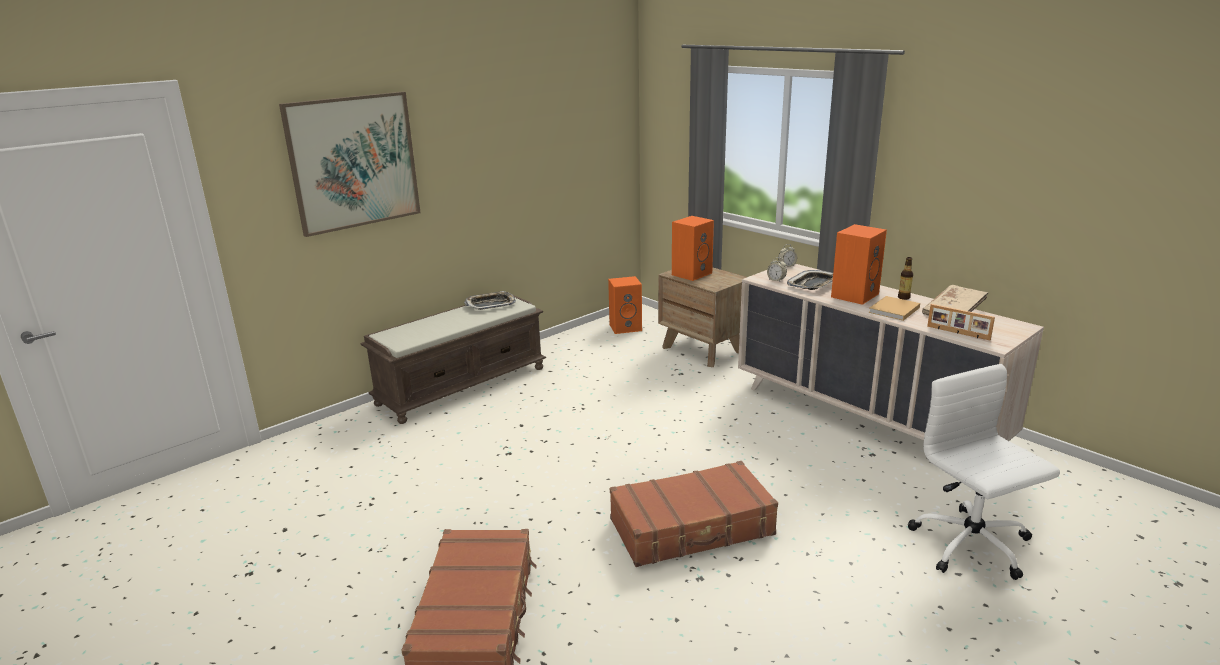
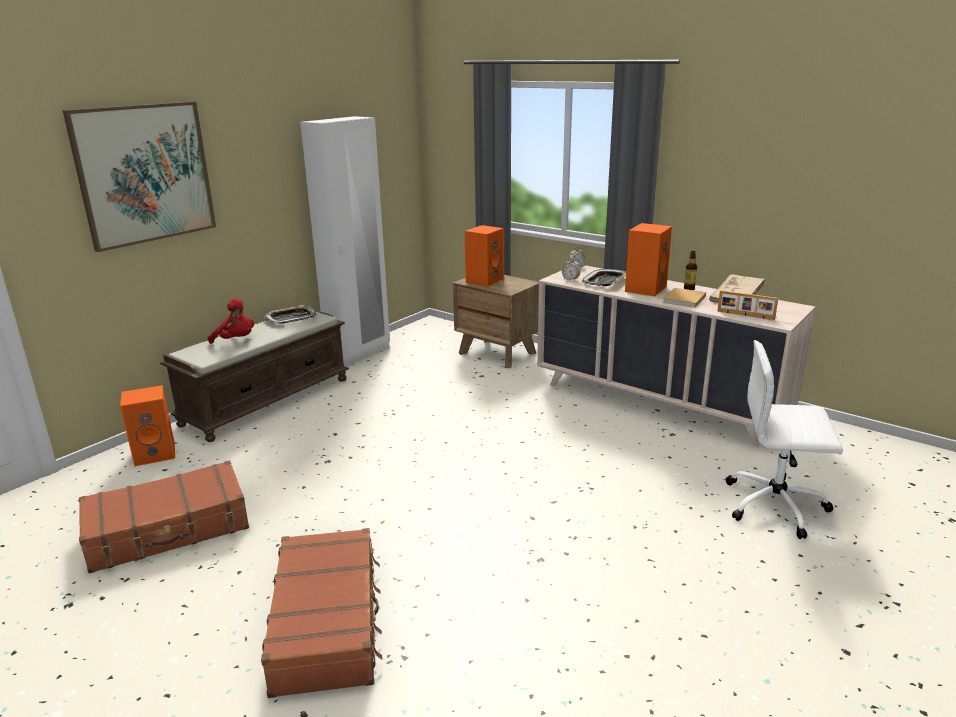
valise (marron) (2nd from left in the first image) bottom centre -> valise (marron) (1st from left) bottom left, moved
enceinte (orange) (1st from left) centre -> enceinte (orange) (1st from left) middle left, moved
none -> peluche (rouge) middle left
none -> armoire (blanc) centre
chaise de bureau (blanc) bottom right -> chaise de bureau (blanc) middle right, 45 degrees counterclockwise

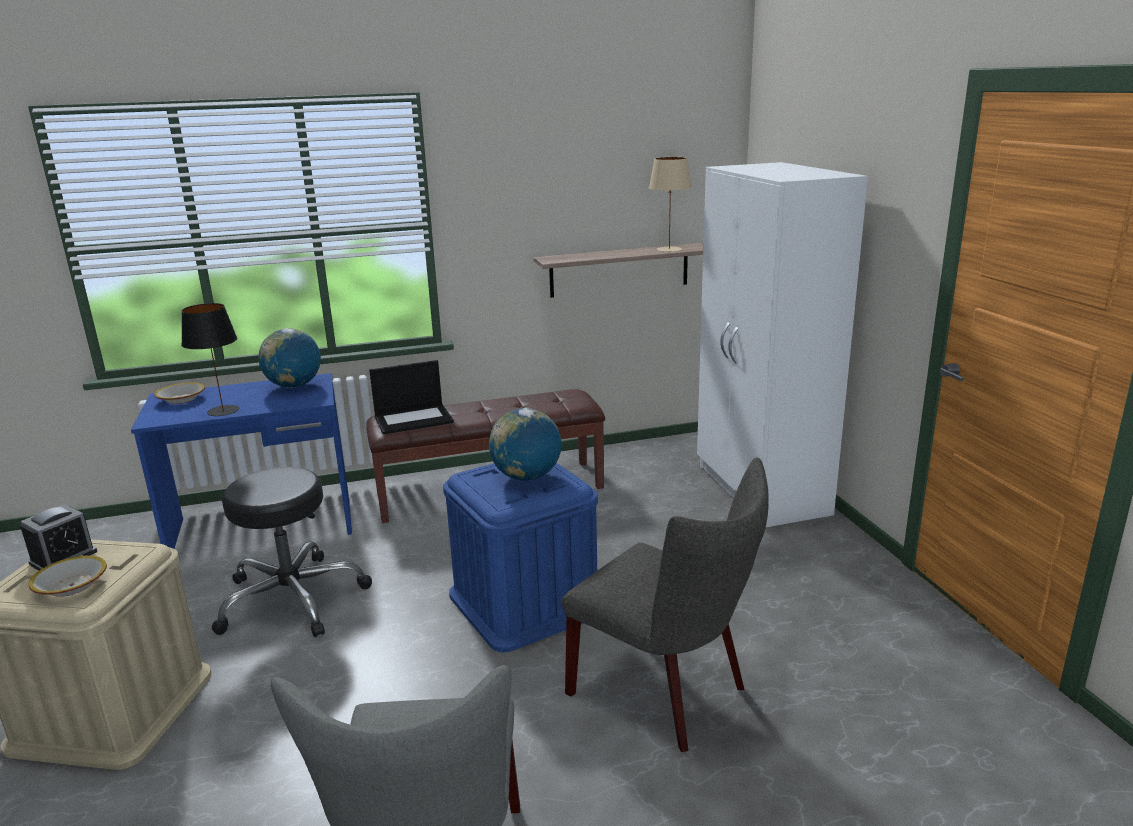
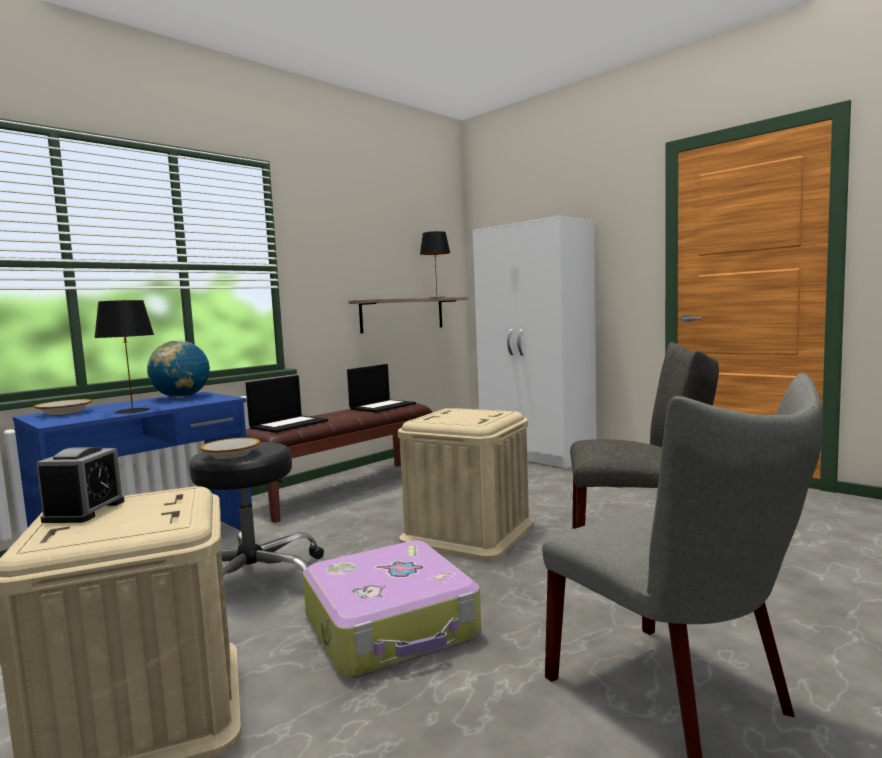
bol (1st from left in the first image) bottom left -> bol (2nd from left) middle left, moved
none -> valise bottom centre
none -> ordinateur portable (2nd from left) centre
boîte de rangement (bleu) bottom centre -> boîte de rangement (beige) (2nd from left) centre
lampe de table (beige) top centre -> lampe de table (noir) (2nd from left) centre
globe (2nd from left) centre -> none

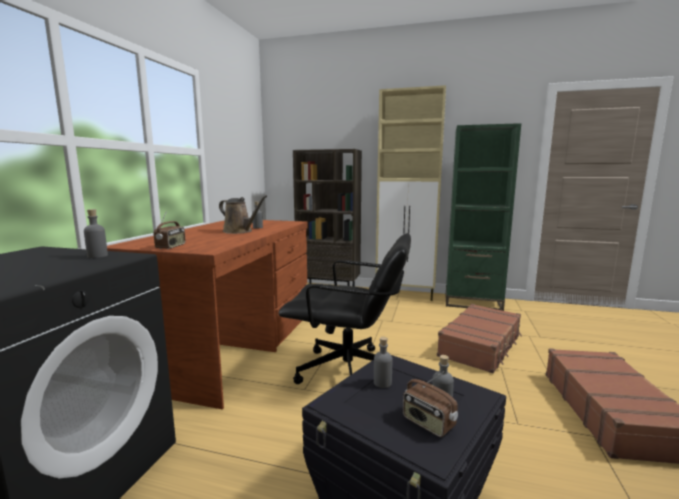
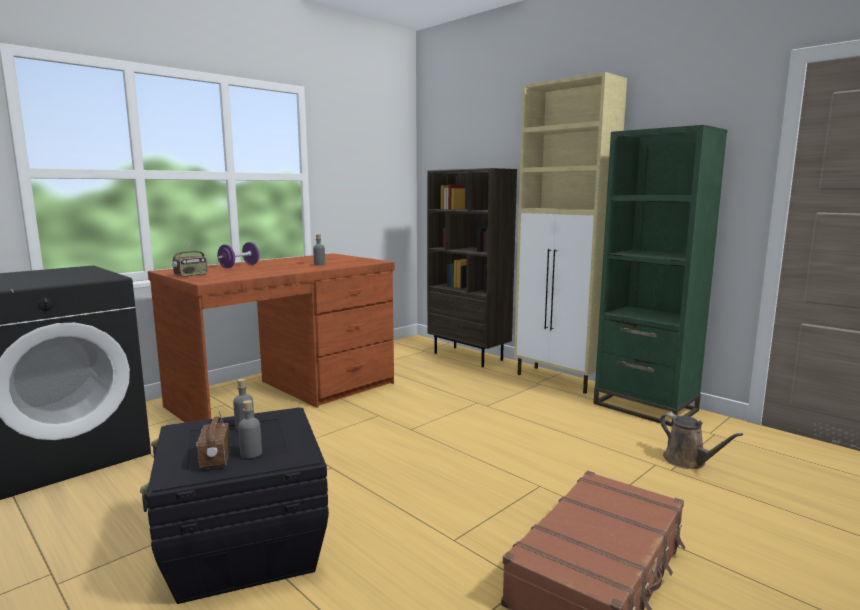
none -> haltère (violet) middle left
arrosoir (marron) centre -> arrosoir (marron) bottom right, moved
bouteille (gris) (1st from left) middle left -> none
chaise de bureau (noir) centre -> none
valise (marron) (1st from left) bottom right -> none

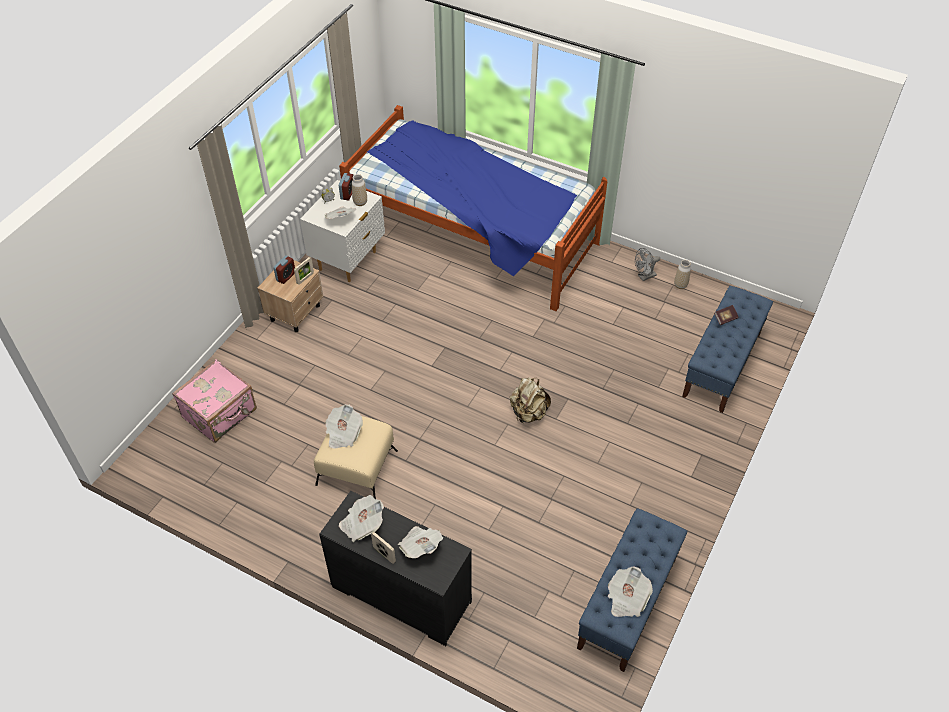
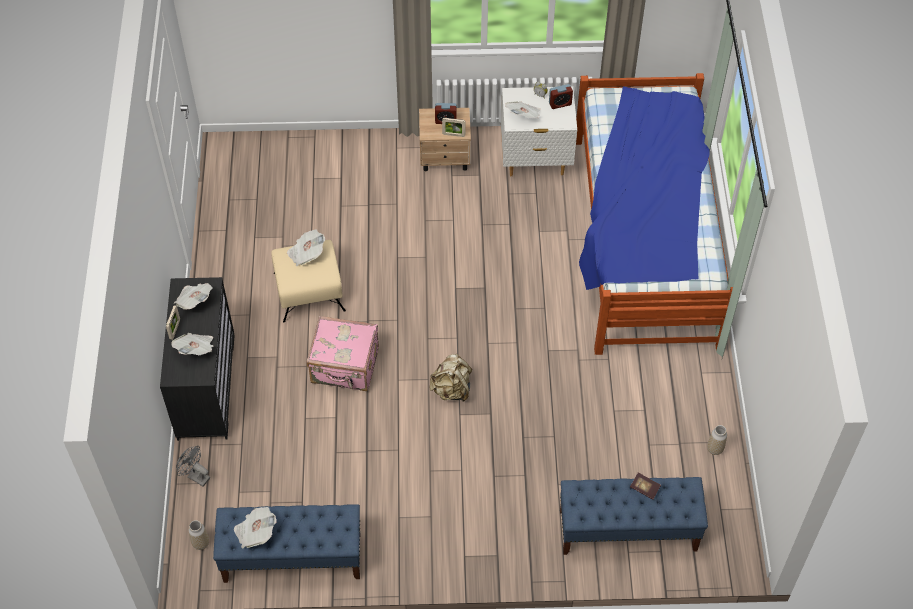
ventilateur (gris) middle right -> ventilateur (gris) bottom left, moved
vase (1st from left) top centre -> vase (1st from left) bottom left, moved
valise (rose) middle left -> valise (rose) centre, moved

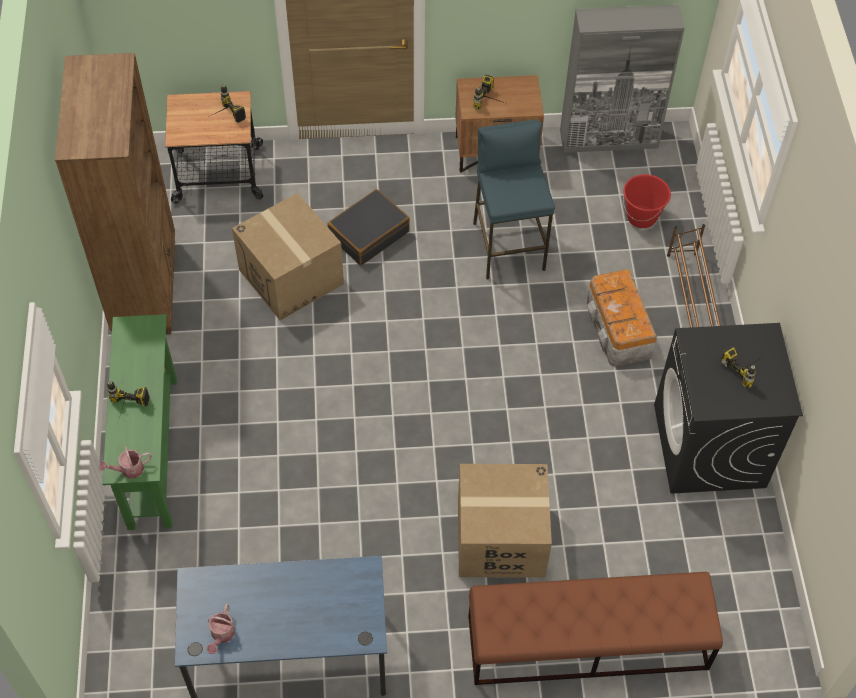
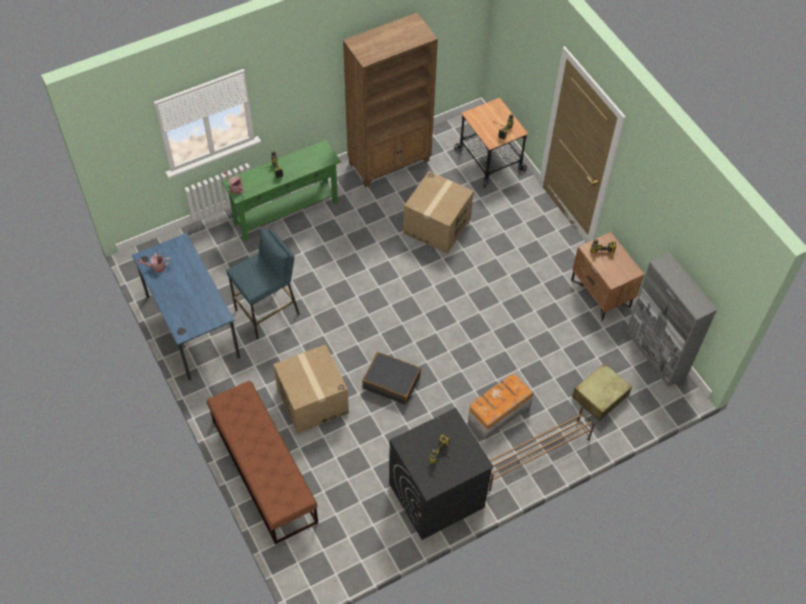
tabouret (bleu) top centre -> tabouret (bleu) middle left, moved
valise (noir) top centre -> valise (noir) centre, moved
seau (rouge) top right -> valise (beige) middle right

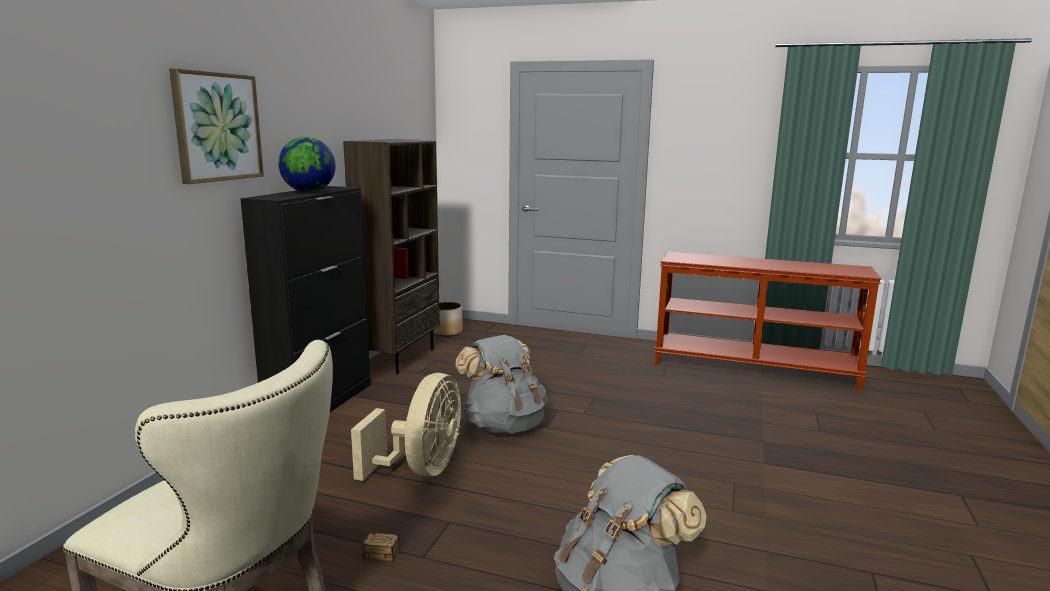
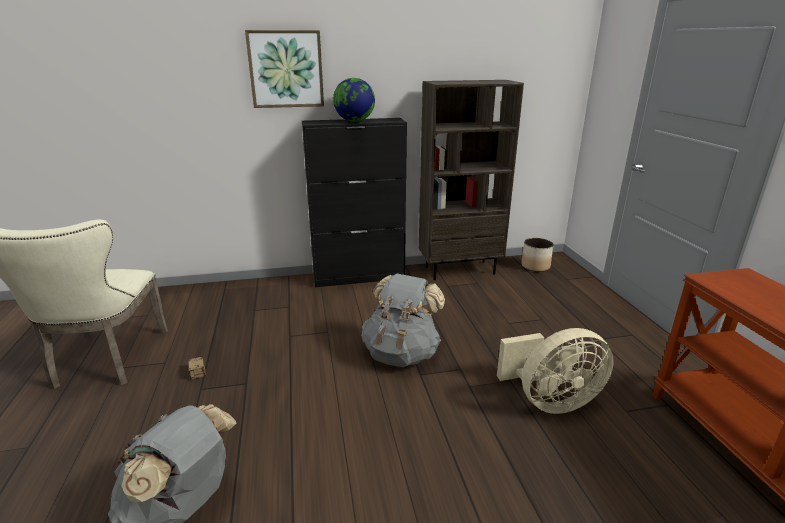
ventilateur (beige) bottom centre -> ventilateur (beige) bottom right, moved

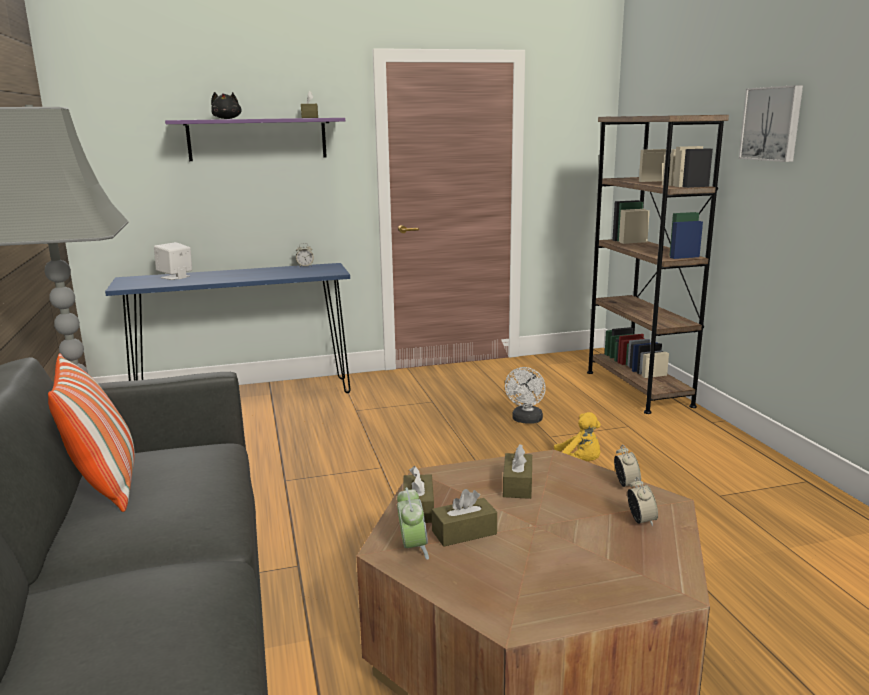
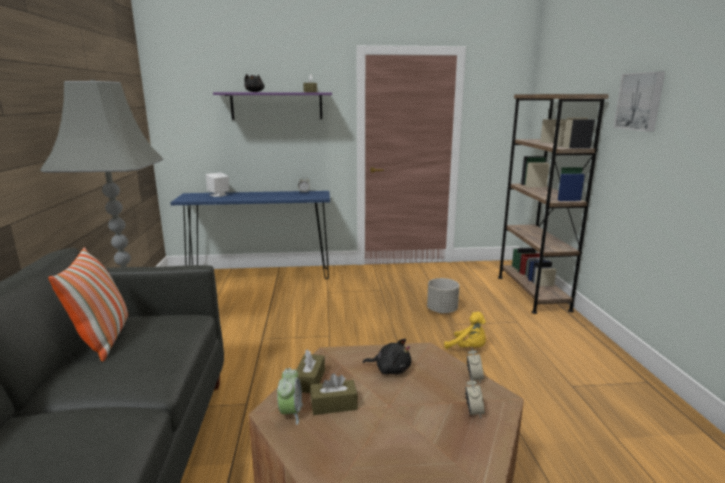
boîte à mouchoirs (marron) (4th from left) bottom centre -> peluche (noir) (2nd from left) bottom centre
ventilateur (blanc) centre -> cache-pot (gris) centre

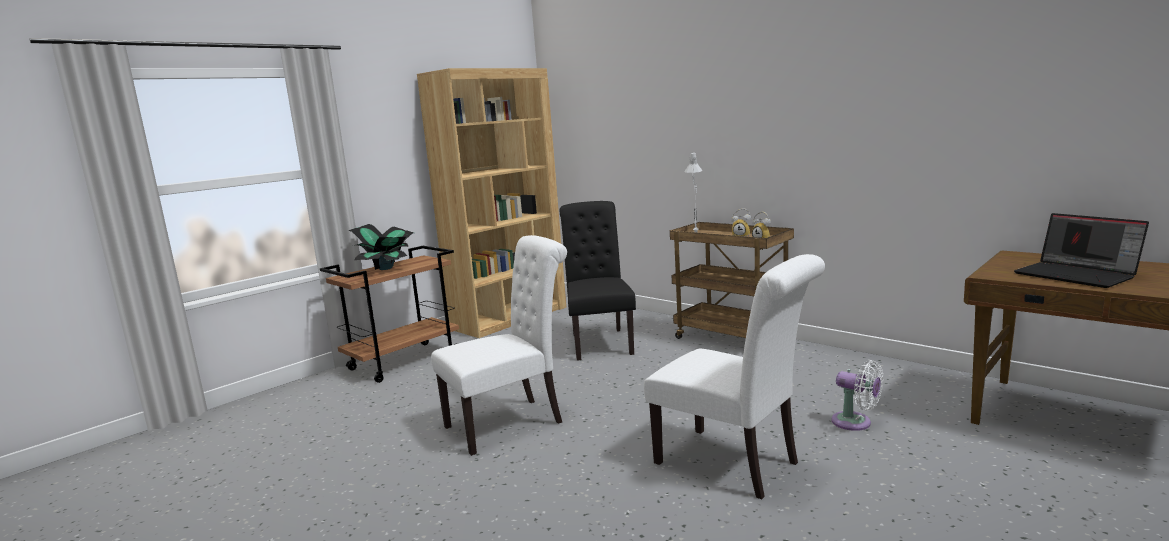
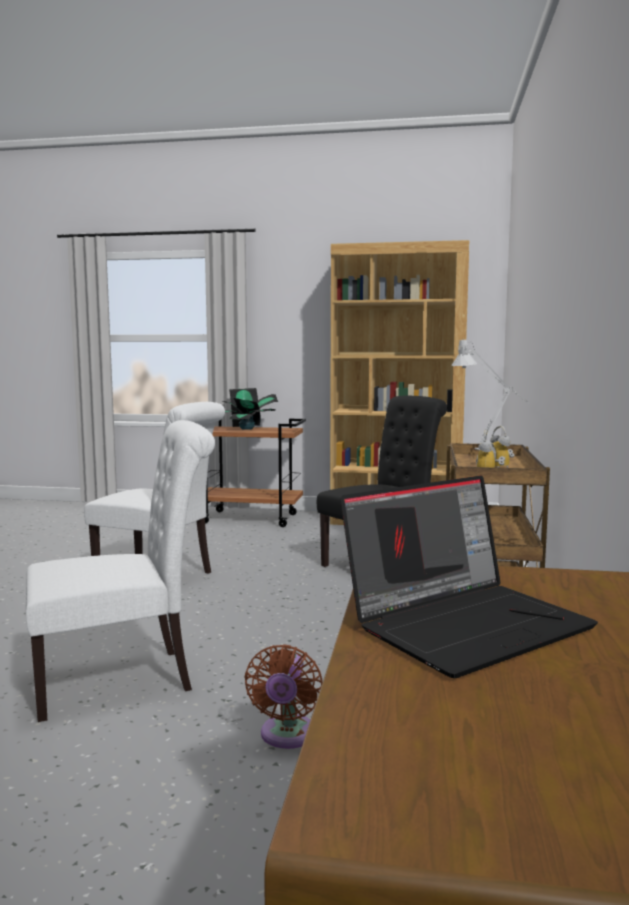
chaise (blanc) (2nd from left in the first image) bottom centre -> chaise (blanc) (1st from left) middle left, 120 degrees counterclockwise
ventilateur (blanc) bottom right -> ventilateur (marron) bottom centre
ordinateur portable middle right, 150 degrees counterclockwise

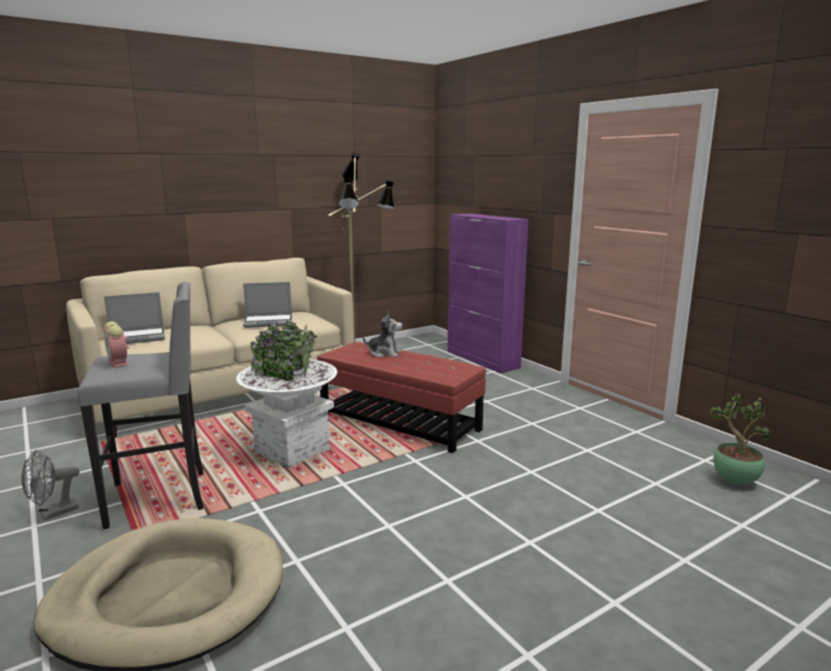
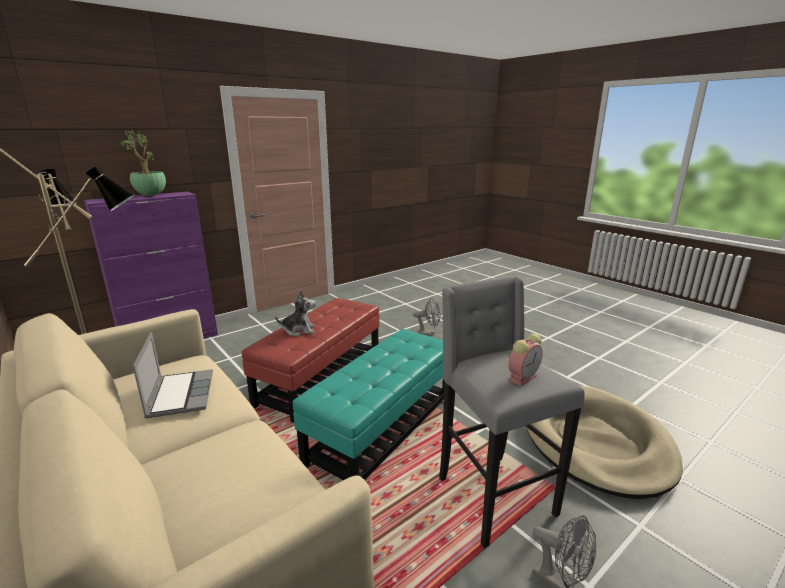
plante en pot middle right -> plante en pot top left, moved
peluche centre, 75 degrees clockwise
cache-pot (blanc) centre -> pouf (turquoise) bottom centre
none -> ventilateur (gris) (1st from left) centre
ordinateur portable (1st from left) middle left -> none

